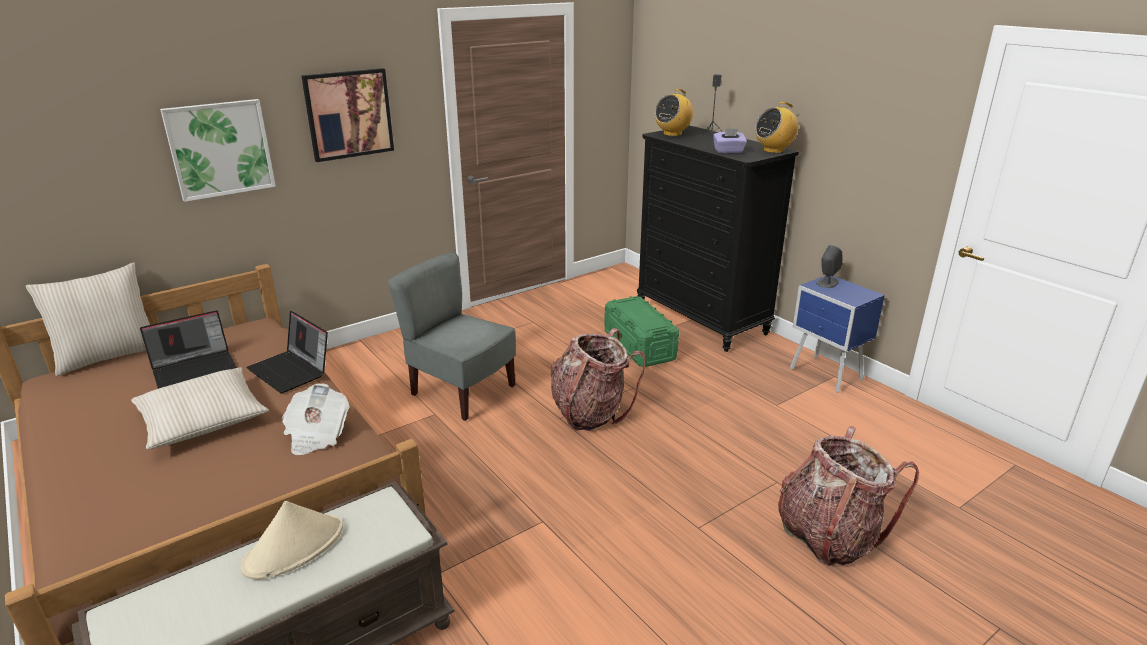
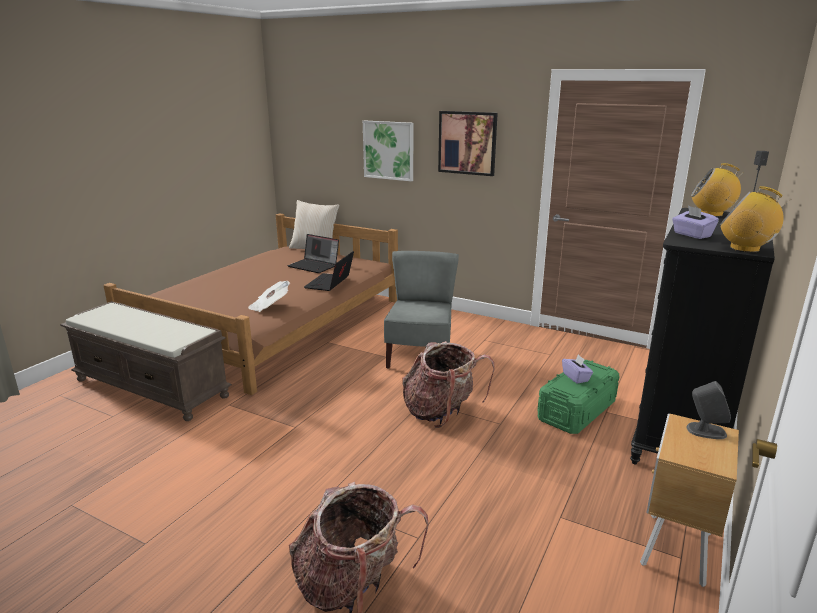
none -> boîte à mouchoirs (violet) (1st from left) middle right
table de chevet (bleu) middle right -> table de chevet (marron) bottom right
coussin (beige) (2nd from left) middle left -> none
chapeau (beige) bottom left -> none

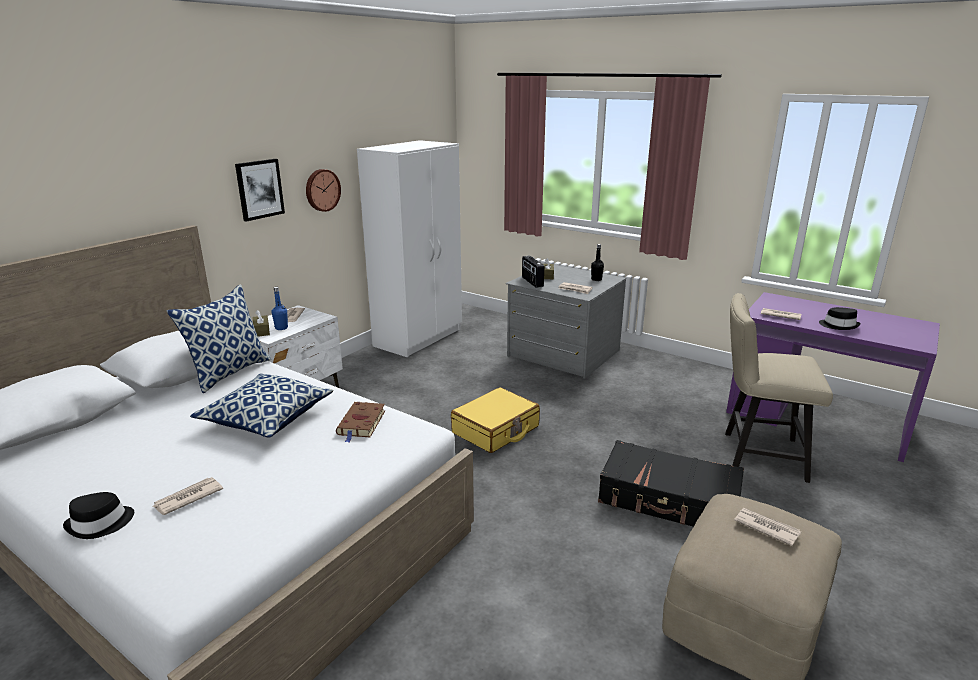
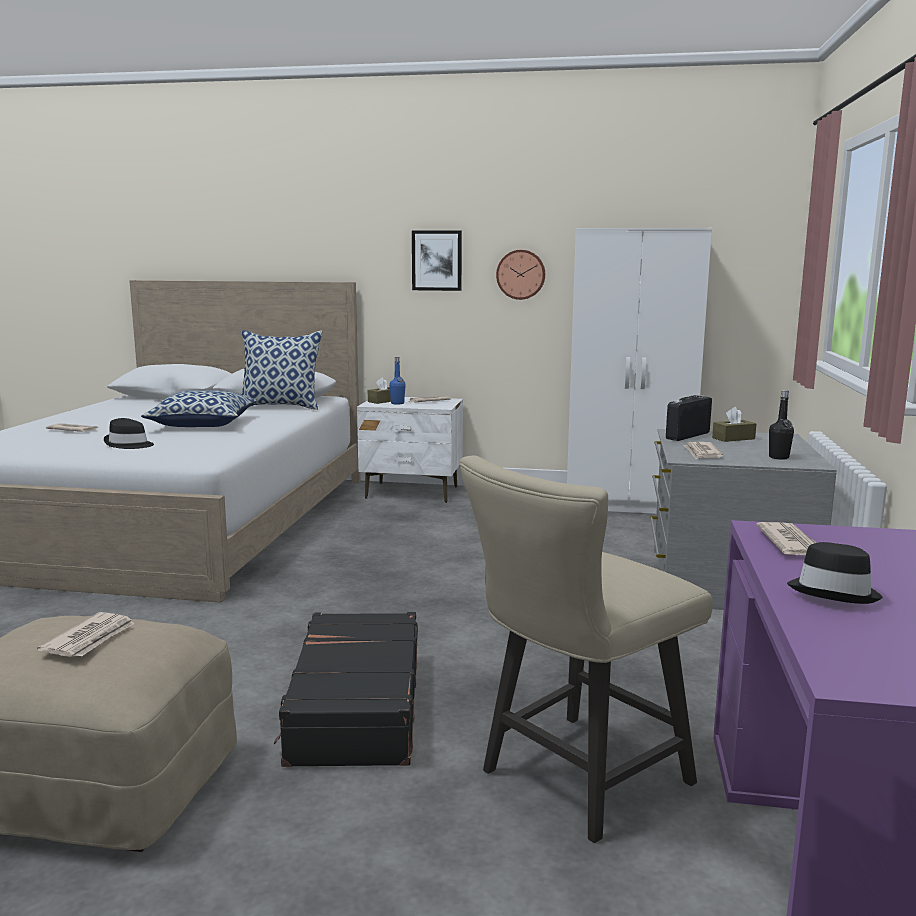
chapeau (noir) (1st from left) bottom left -> chapeau (noir) (1st from left) middle left, moved
chaise (beige) middle right -> chaise (beige) bottom centre, 120 degrees counterclockwise
livre (marron) centre -> none
valise (jaune) centre -> none

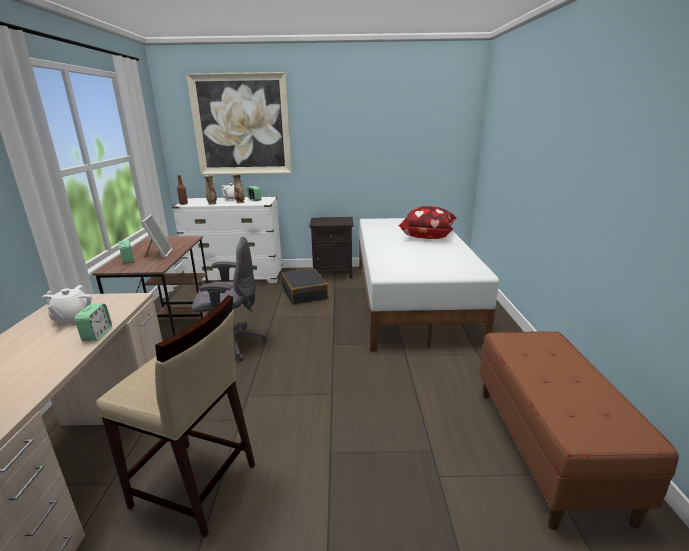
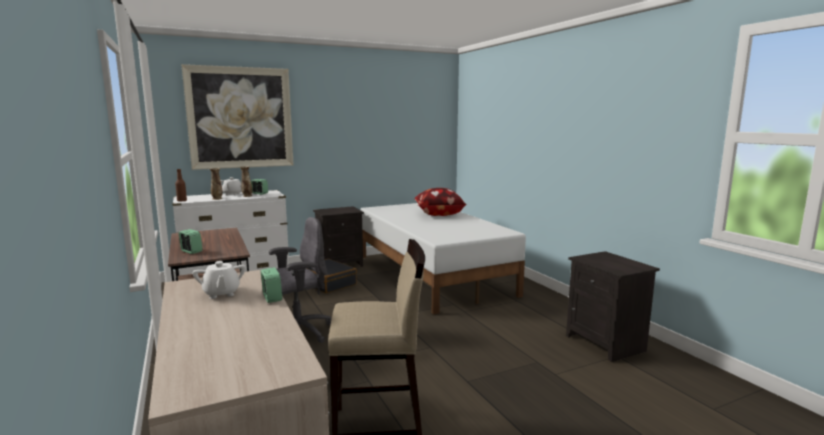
banc (marron) bottom right -> table de chevet (noir) (2nd from left) bottom right
cadre photo middle left -> none

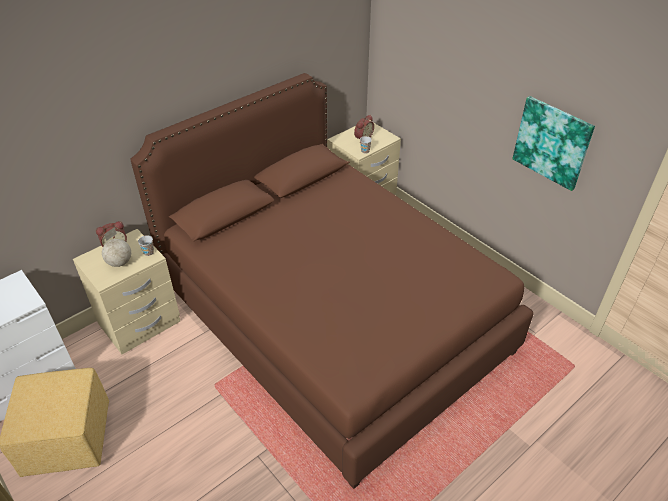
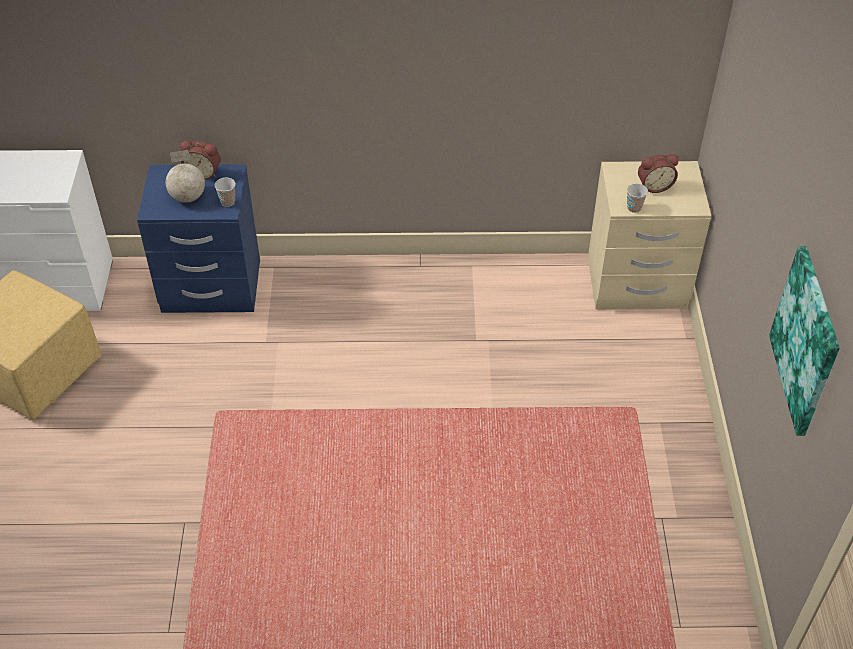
table de chevet (beige) (1st from left) middle left -> table de chevet (bleu) middle left
lit (marron) centre -> none

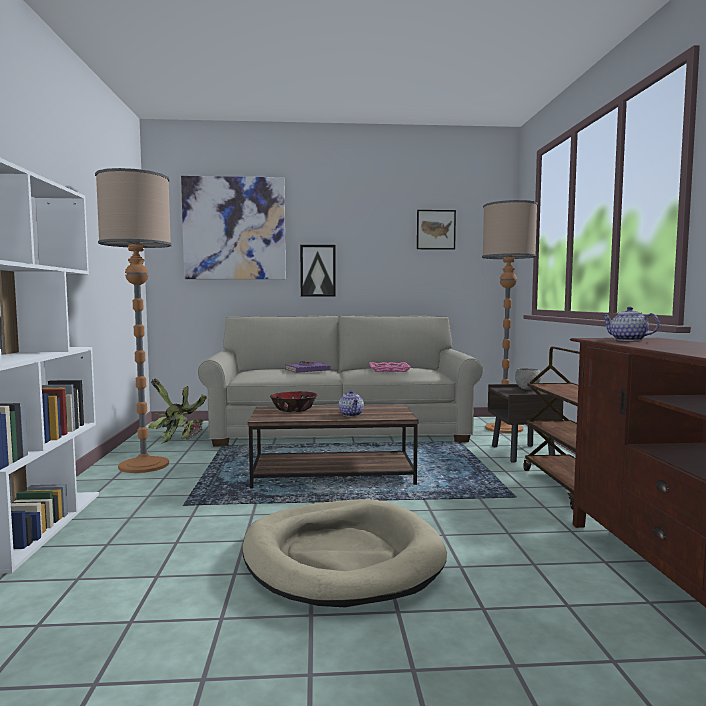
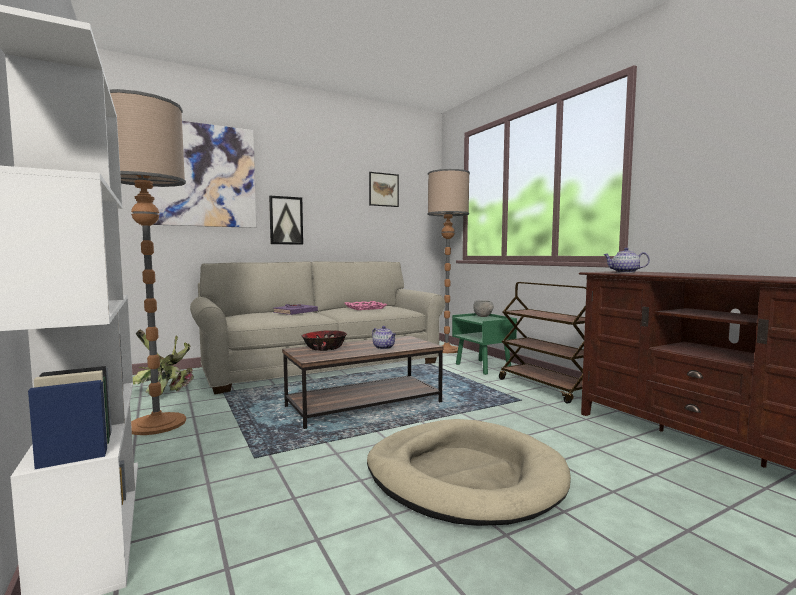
table de chevet (marron) middle right -> table de chevet (vert) centre

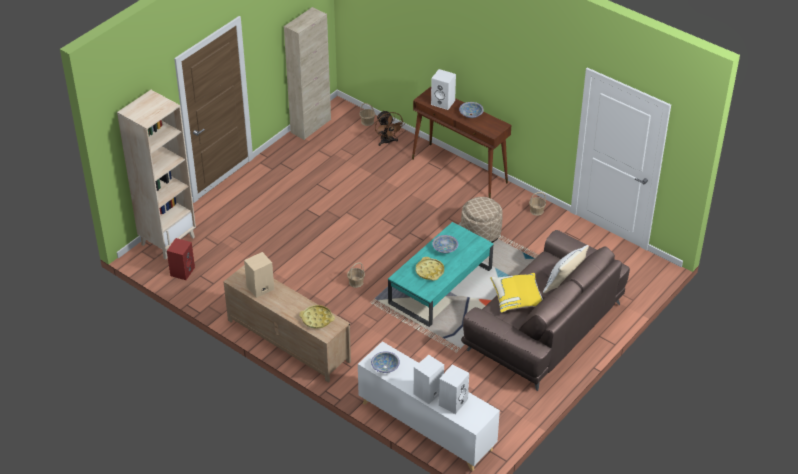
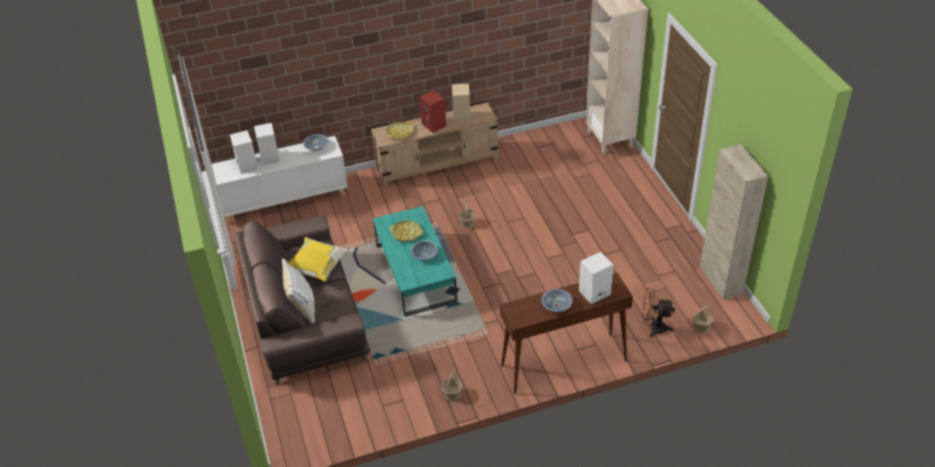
enceinte (rouge) middle left -> enceinte (rouge) top centre, moved
pouf (beige) centre -> none

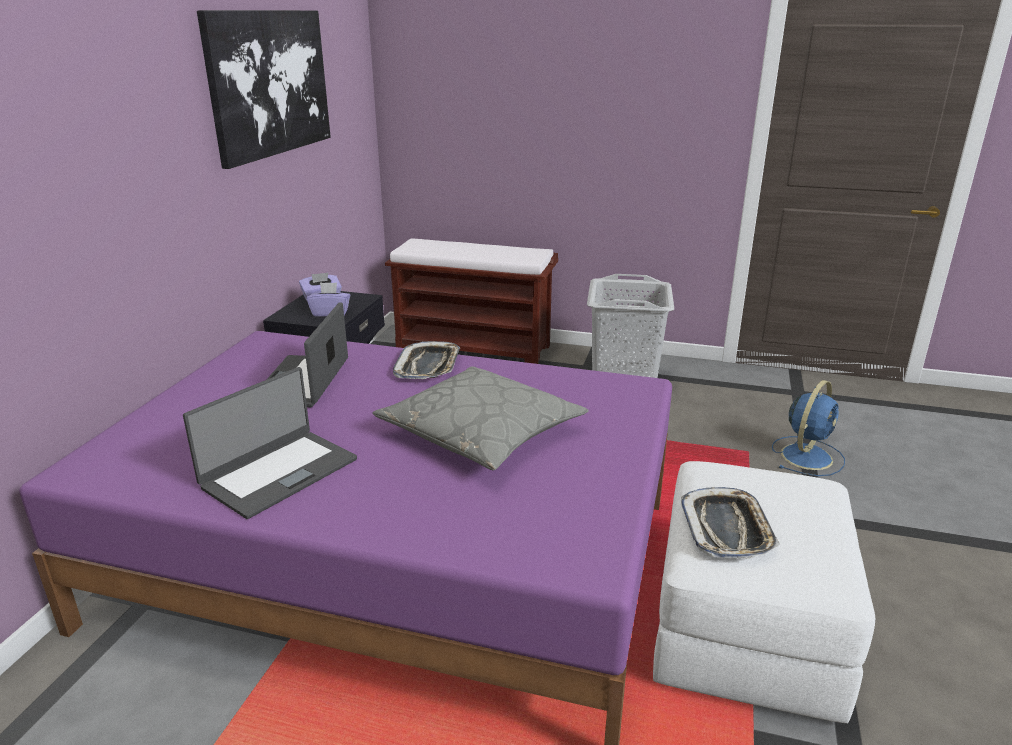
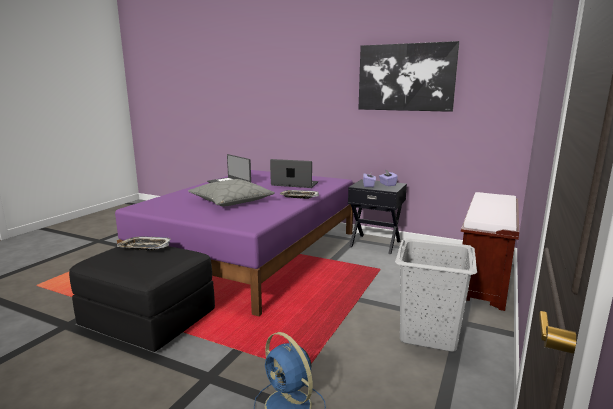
pouf (blanc) bottom right -> pouf (noir) bottom left

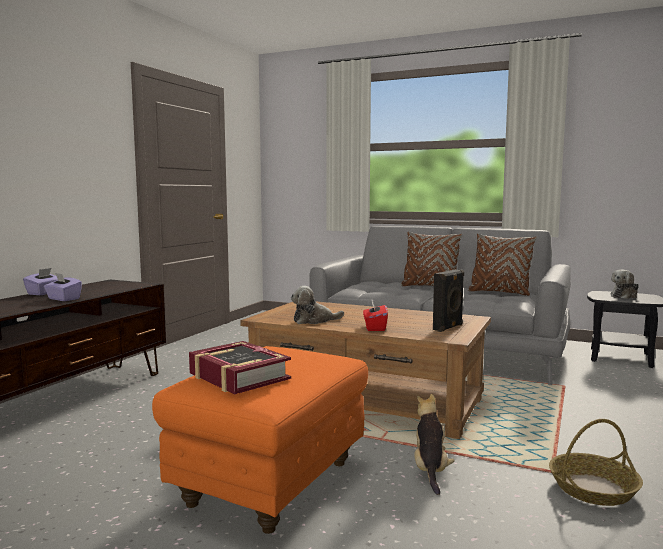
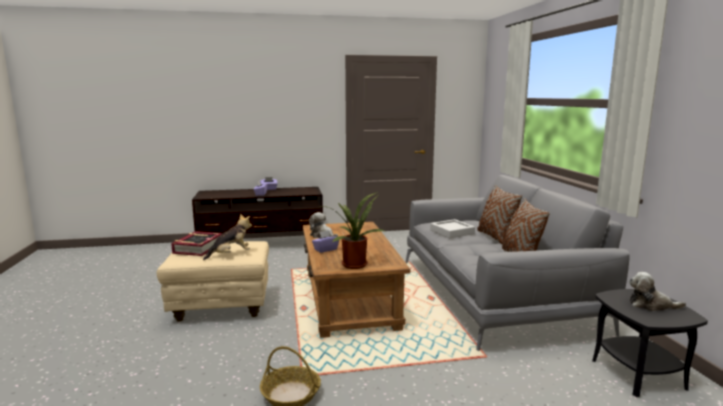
pouf (orange) bottom centre -> pouf (beige) bottom left
peluche (2nd from left in the first image) bottom centre -> peluche (1st from left) middle left, moved
boîte à mouchoirs (rouge) centre -> boîte à mouchoirs (violet) (3rd from left) centre
enceinte (noir) middle right -> plante en pot centre
none -> plateau (gris) centre

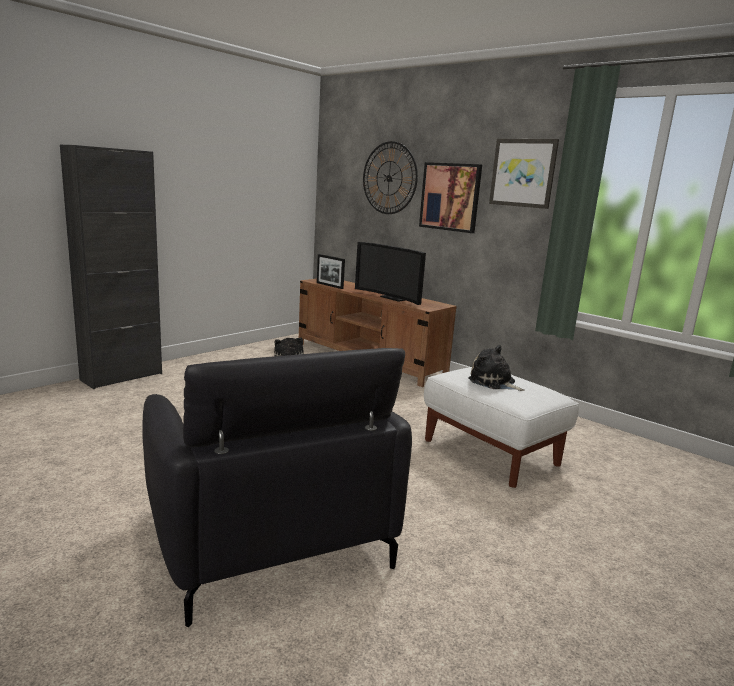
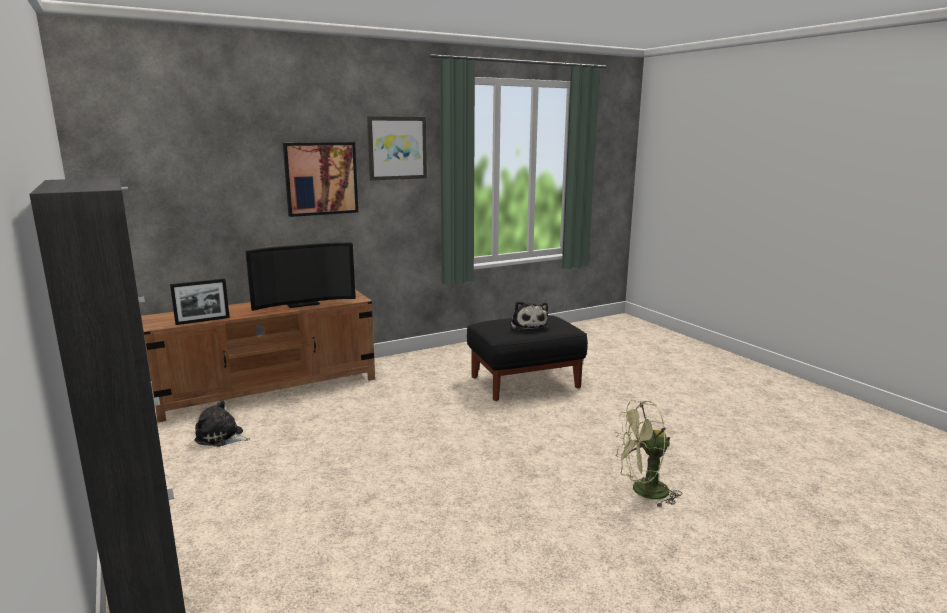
pouf (blanc) middle right -> pouf (noir) centre
peluche (2nd from left) middle right -> peluche (2nd from left) centre, 75 degrees counterclockwise
fauteuil (noir) bottom centre -> ventilateur (vert) bottom right
horloge murale top centre -> none

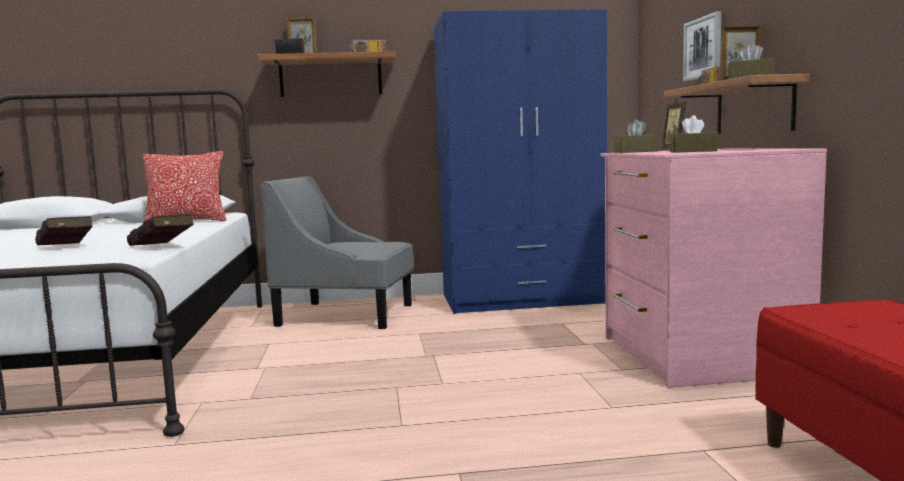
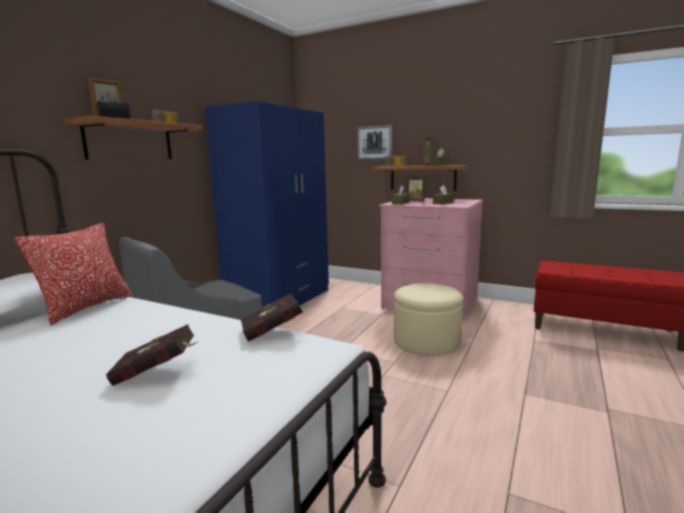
none -> pouf (beige) centre

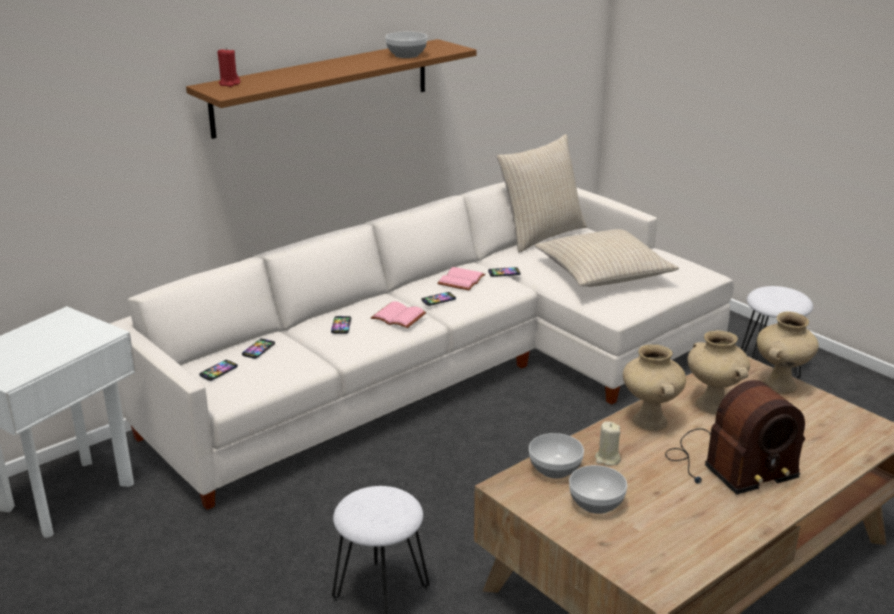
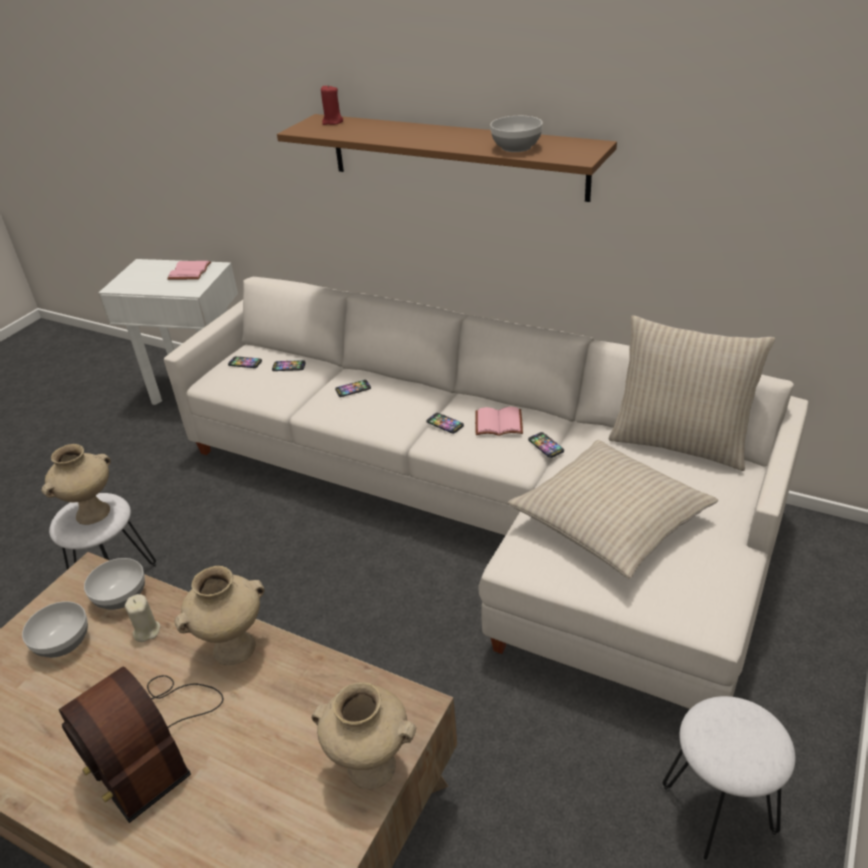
vase (beige) (2nd from left in the first image) middle right -> vase (beige) (1st from left) middle left, moved
livre (rose) (1st from left) centre -> livre (rose) (1st from left) top left, moved

